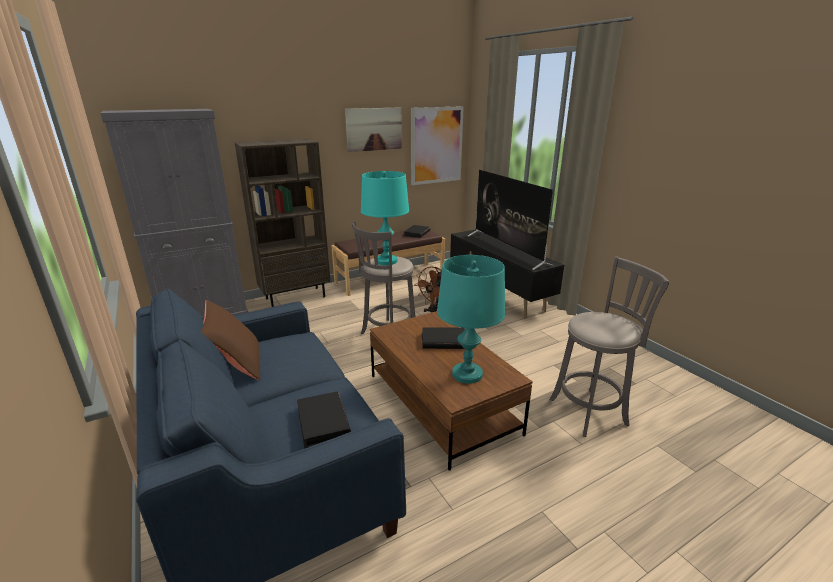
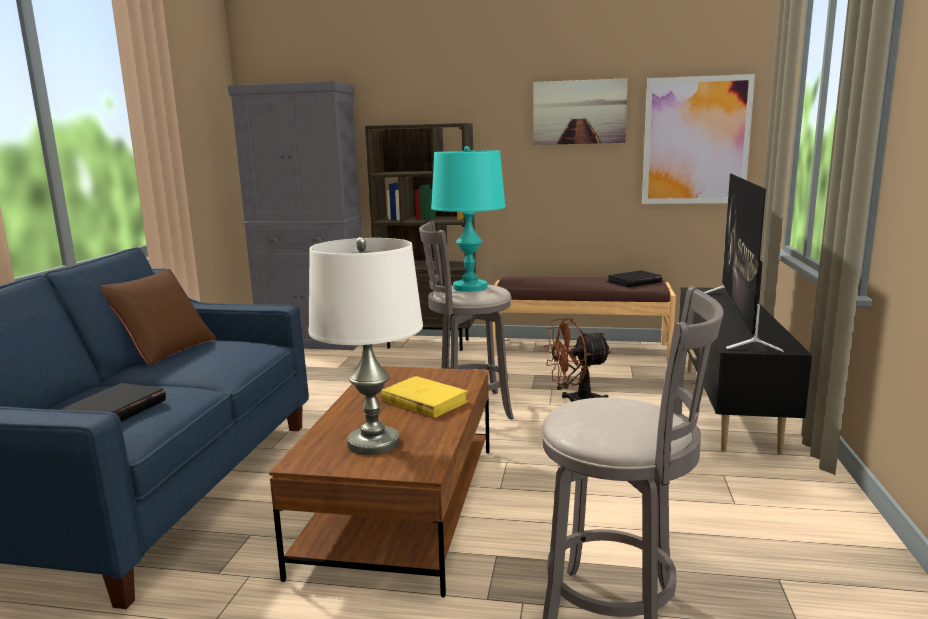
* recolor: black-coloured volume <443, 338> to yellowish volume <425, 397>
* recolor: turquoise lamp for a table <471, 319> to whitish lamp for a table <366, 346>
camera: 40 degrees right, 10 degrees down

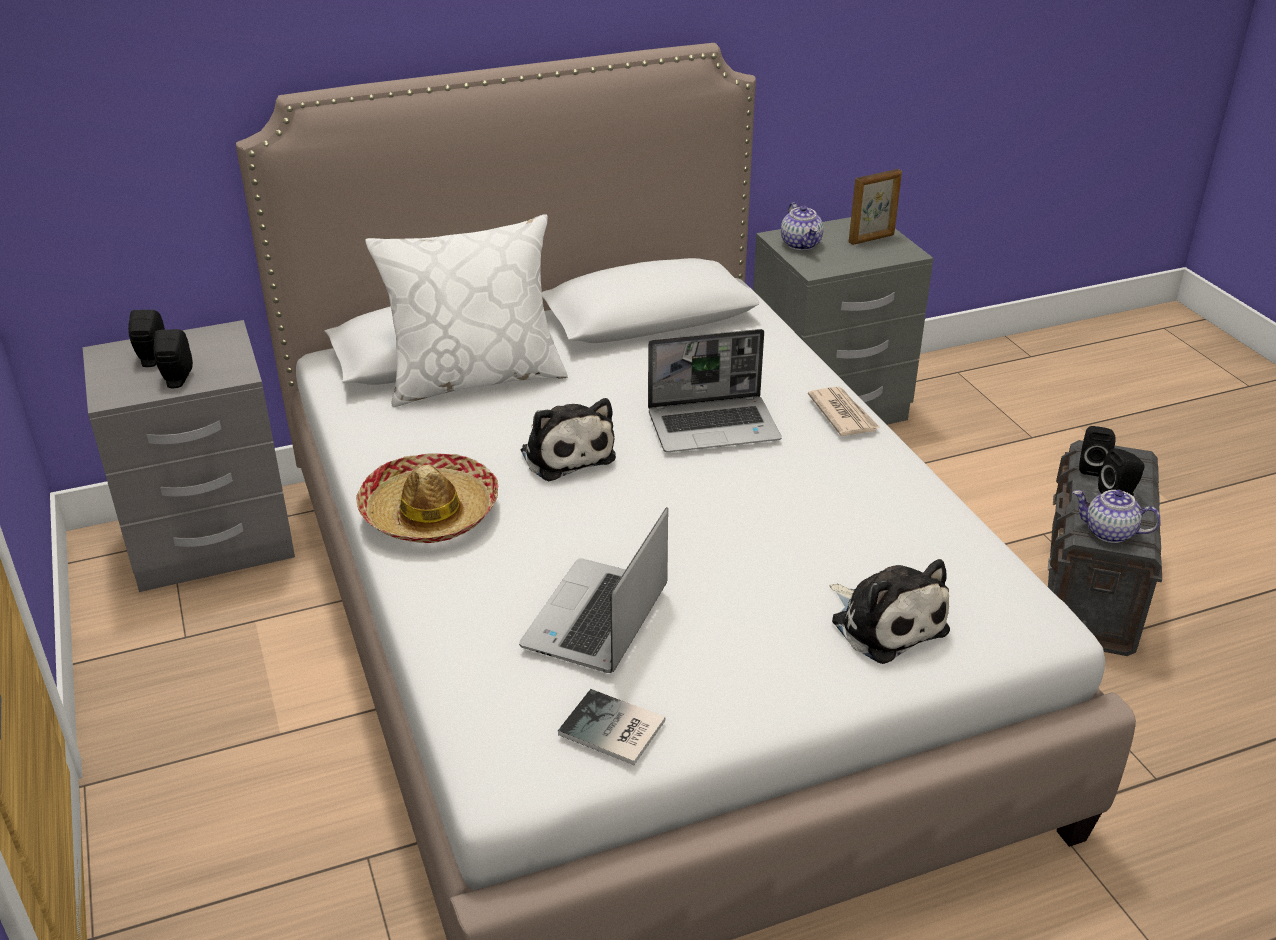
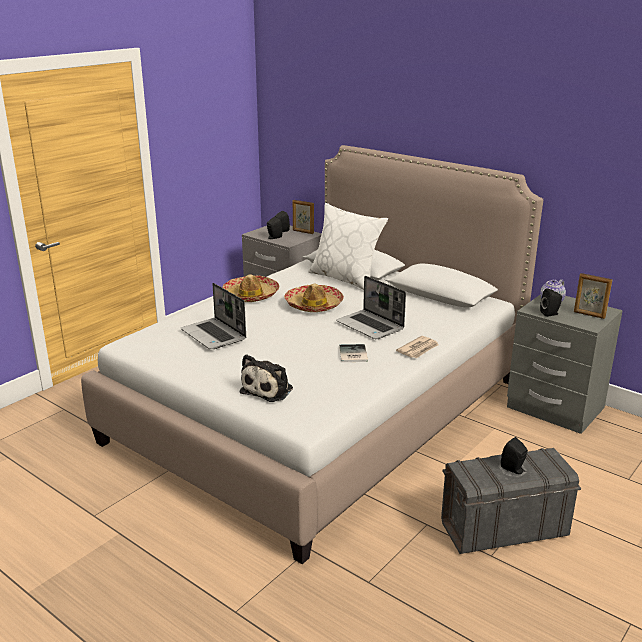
* delete: tea pot <1117, 516>
* insert: photo frame <303, 217>
* move: volume <611, 727> to <353, 353>
* move: black-coloured speaker <1097, 451> to <551, 302>
* replace: cuddly toy <568, 439> to clothing hat <314, 298>
* rotate: notebook computer <593, 590> = <213, 316> 120 degrees counterclockwise
camera: 60 degrees right, 10 degrees down

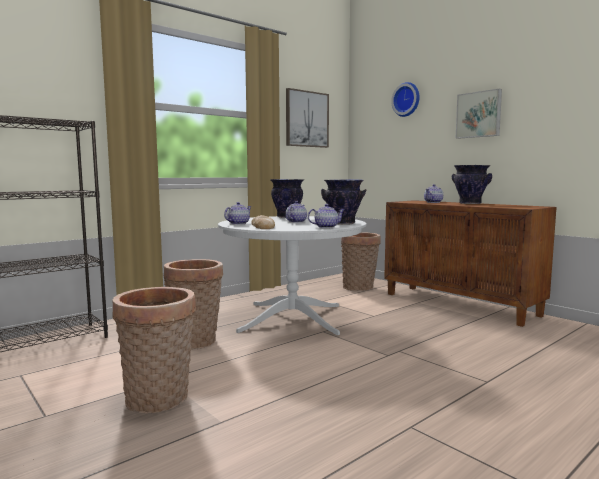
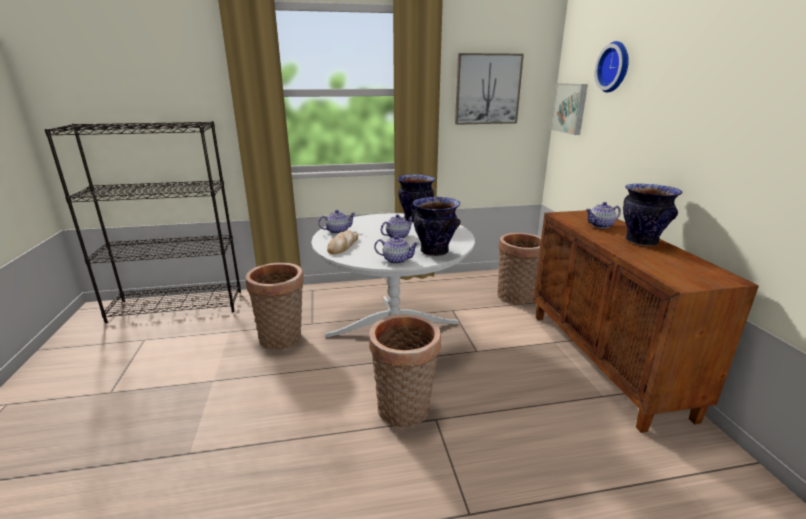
* move: storage basket <154, 350> to <405, 370>
* move: picture <479, 114> to <569, 109>
camera: 30 degrees right, 15 degrees up

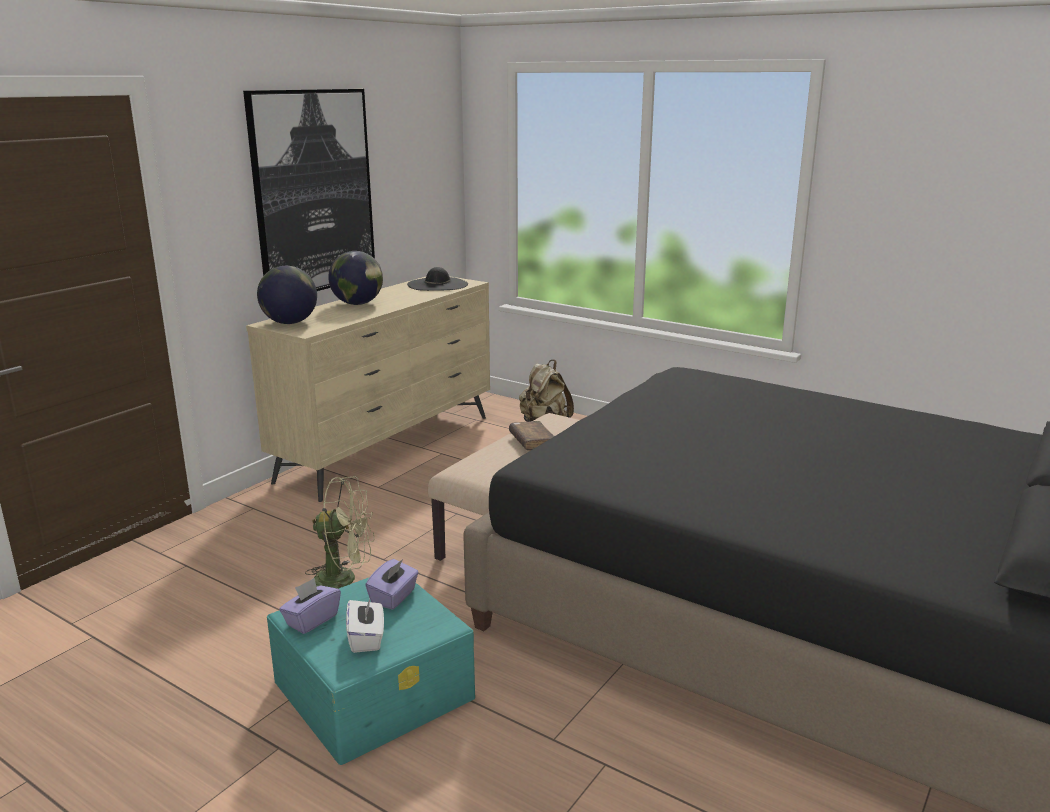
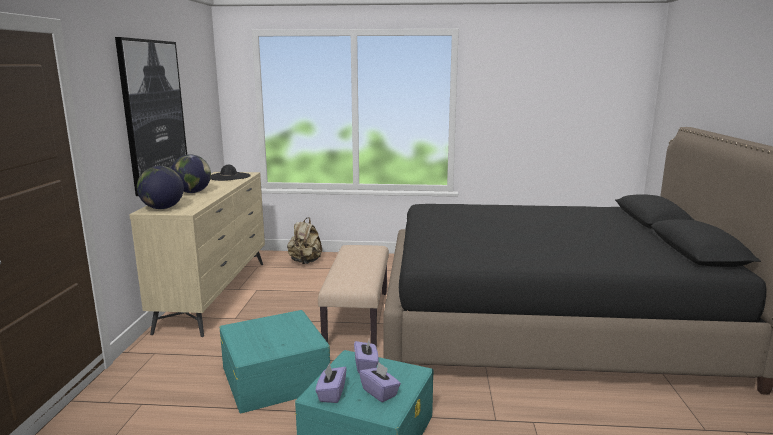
* delete: brownish volume <531, 436>
* replace: green-coloured electric fan <339, 533> to turquoise storage bin <275, 361>
* recolor: whitish box of tissues <365, 626> to purple box of tissues <380, 382>
camera: 30 degrees left, 5 degrees down

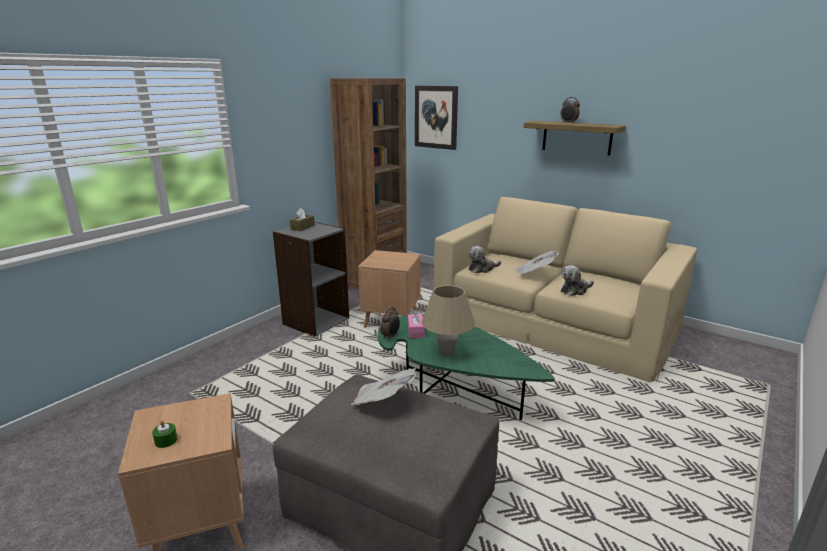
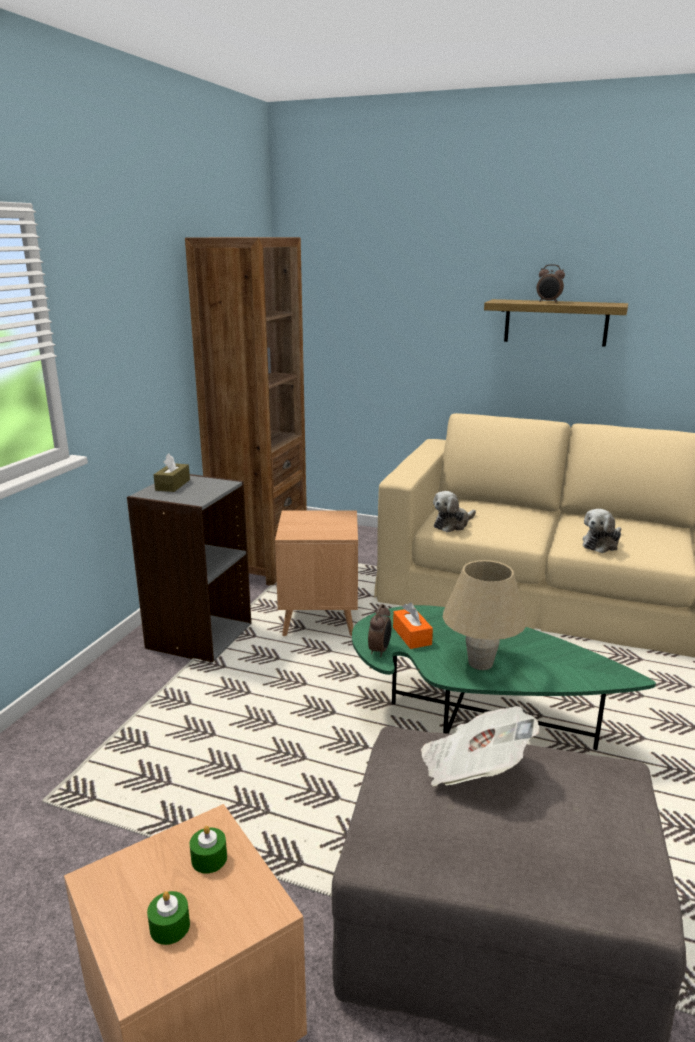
* delete: picture <436, 118>
* delete: newspaper <536, 263>
* insert: green-coloured candle <208, 850>
* recolor: pink box of tissues <416, 323> to orangey box of tissues <413, 625>
camera: 15 degrees left, 0 degrees up

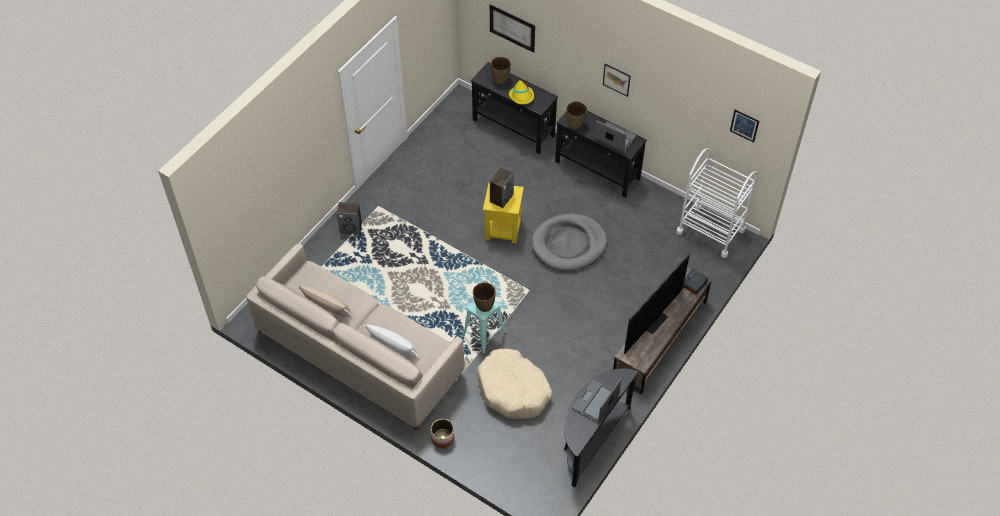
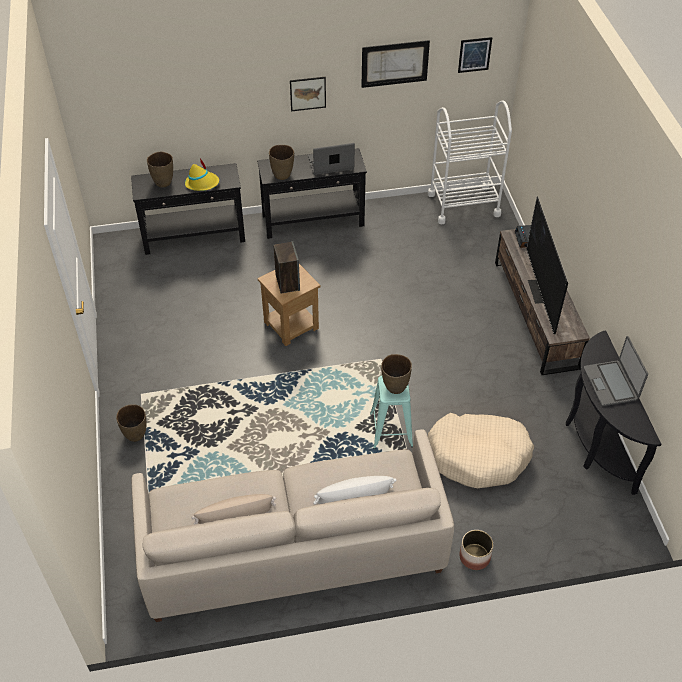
* delete: gray dog cushion <569, 242>
* move: picture <512, 28> to <395, 64>
* replace: speaker <349, 218> to brownish flower vase <131, 423>
* recolor: yellowish end table <503, 213> to brownish end table <289, 305>
camera: 45 degrees left, 5 degrees down

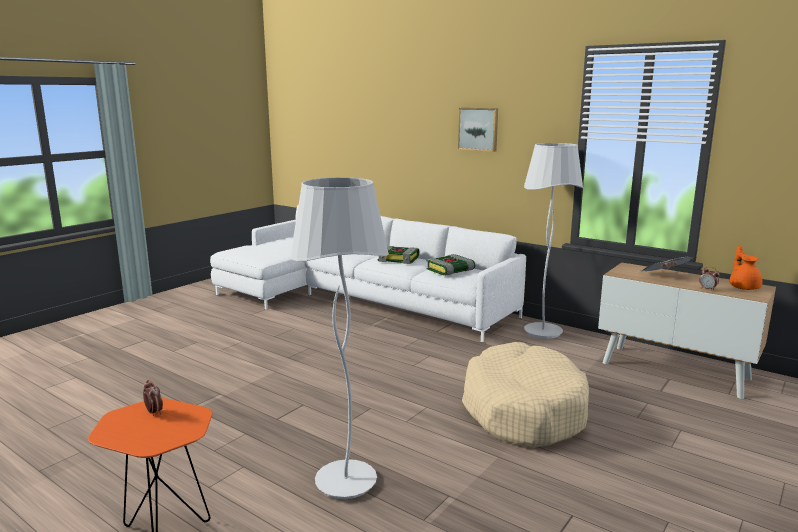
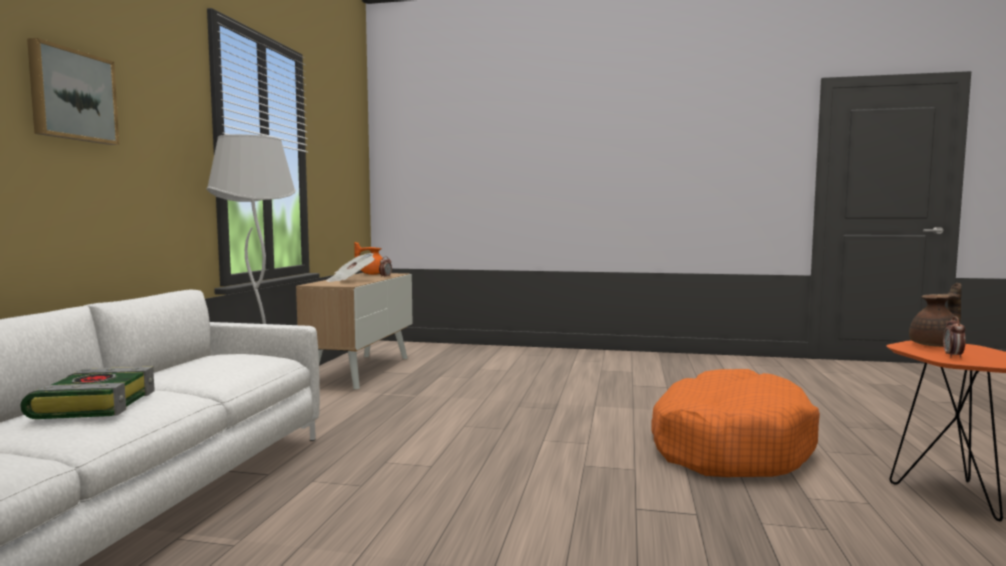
* delete: volume <450, 265>
* delete: beige-coloured dog cushion <525, 395>
* insert: brownish tea pot <935, 315>
* replace: whitish standard lamp <340, 338> to orangey dog cushion <735, 423>
camera: 115 degrees left, 10 degrees down

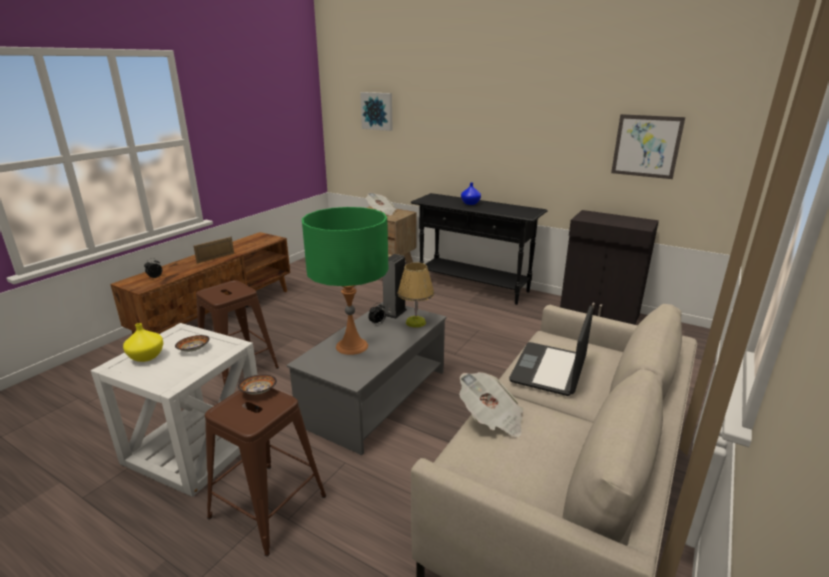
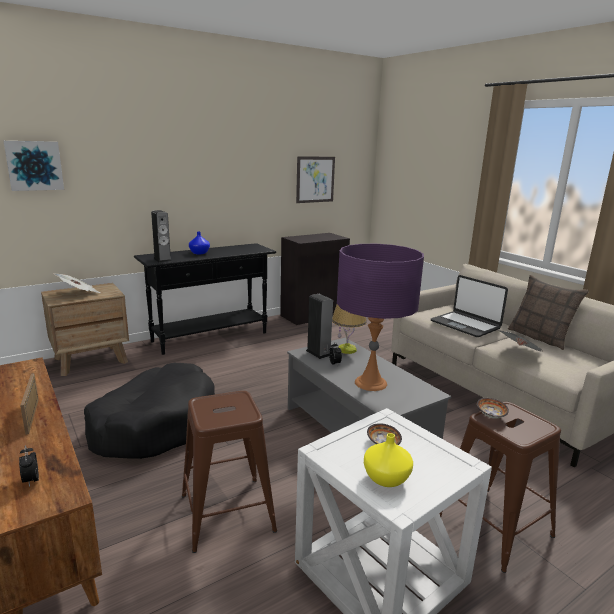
* insert: black-coloured dog cushion <149, 411>
* insert: speaker <161, 236>
* insert: pillow <548, 312>
* recolor: green-coloured lamp for a table <345, 281> to purple lamp for a table <380, 317>
camera: 65 degrees left, 5 degrees down

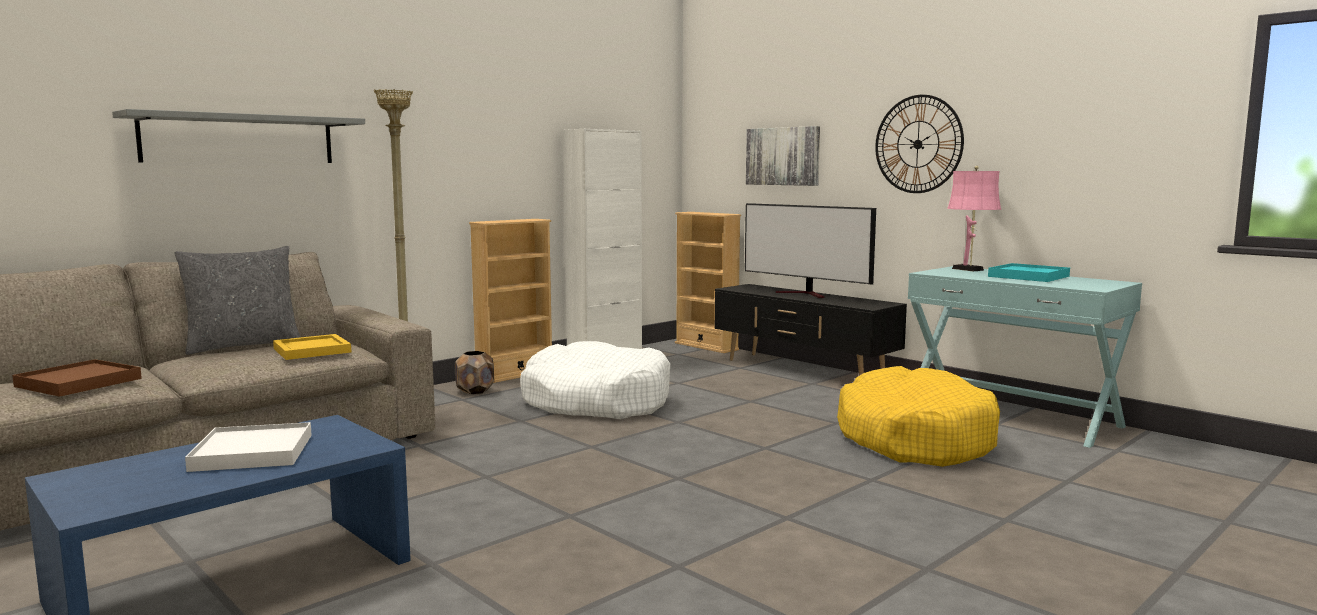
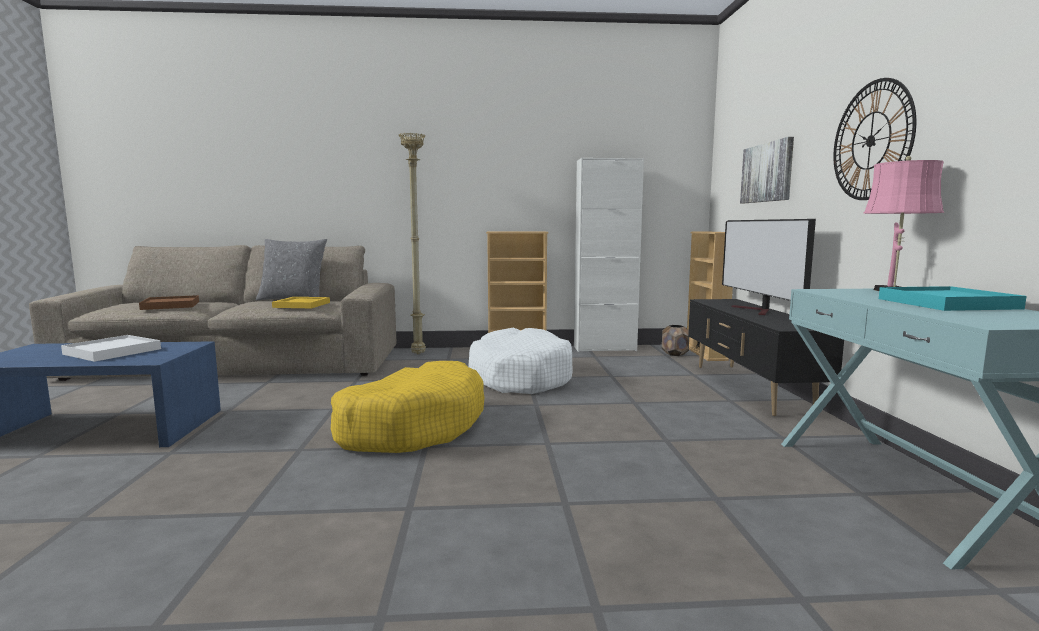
* delete: gray bracket shelf <238, 136>
* move: brownish flower pot <474, 372> to <675, 340>
* move: yellowish dog cushion <918, 416> to <407, 407>
camera: 40 degrees right, 0 degrees up

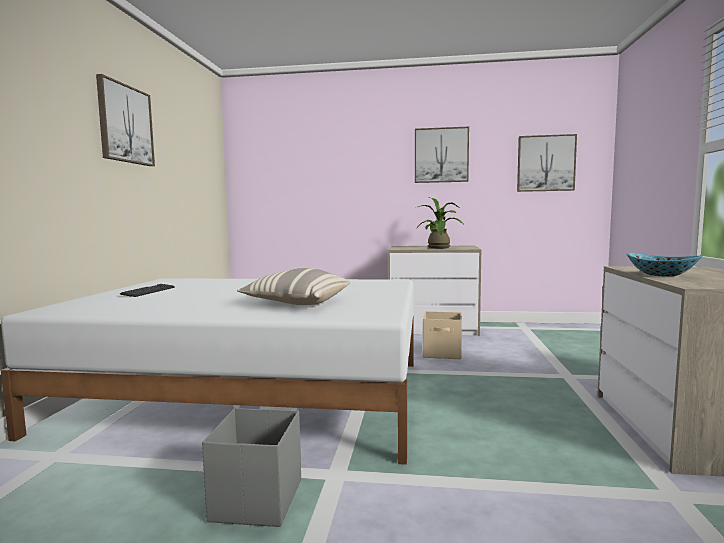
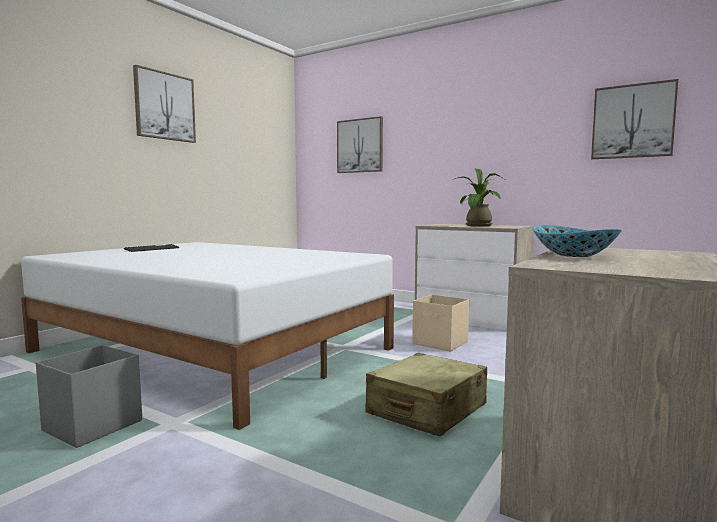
* delete: pillow <293, 286>
* insert: beige-coloured suitcase <426, 395>
* move: picture <442, 155> to <360, 144>
camera: 25 degrees right, 0 degrees up

